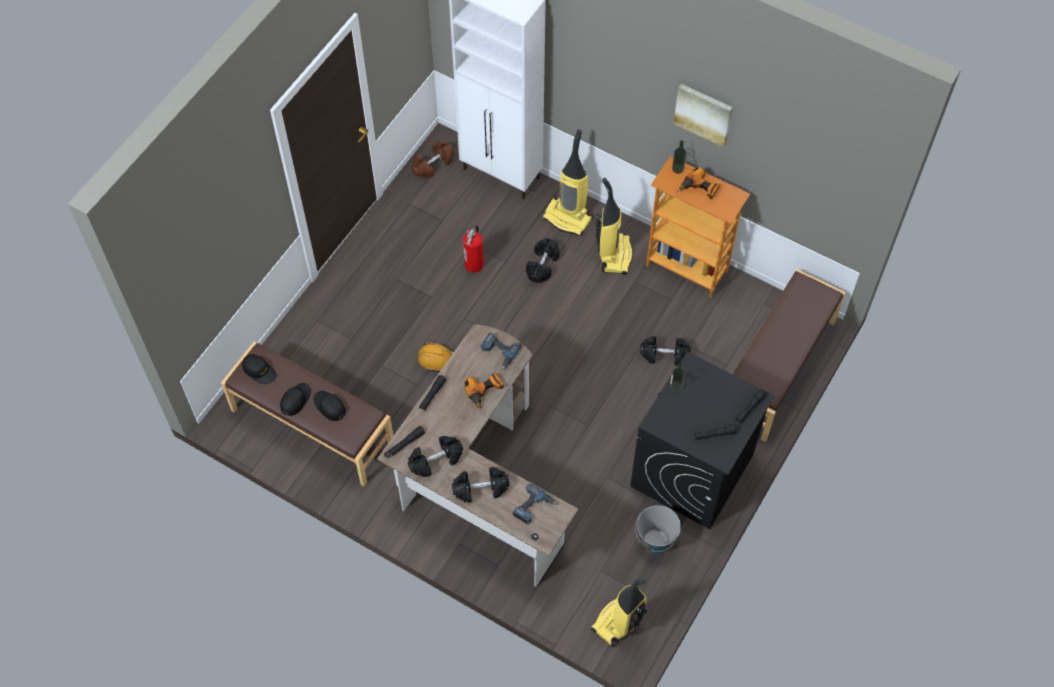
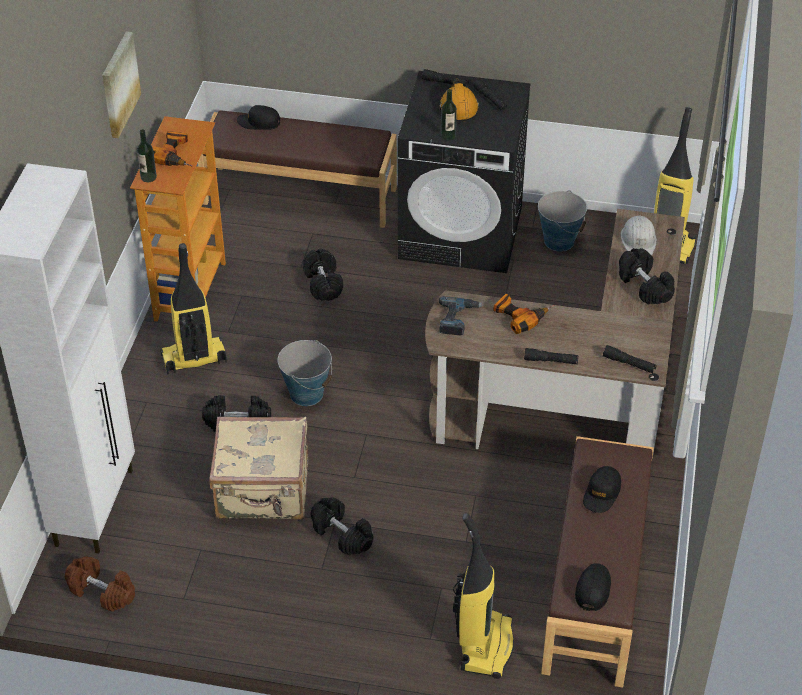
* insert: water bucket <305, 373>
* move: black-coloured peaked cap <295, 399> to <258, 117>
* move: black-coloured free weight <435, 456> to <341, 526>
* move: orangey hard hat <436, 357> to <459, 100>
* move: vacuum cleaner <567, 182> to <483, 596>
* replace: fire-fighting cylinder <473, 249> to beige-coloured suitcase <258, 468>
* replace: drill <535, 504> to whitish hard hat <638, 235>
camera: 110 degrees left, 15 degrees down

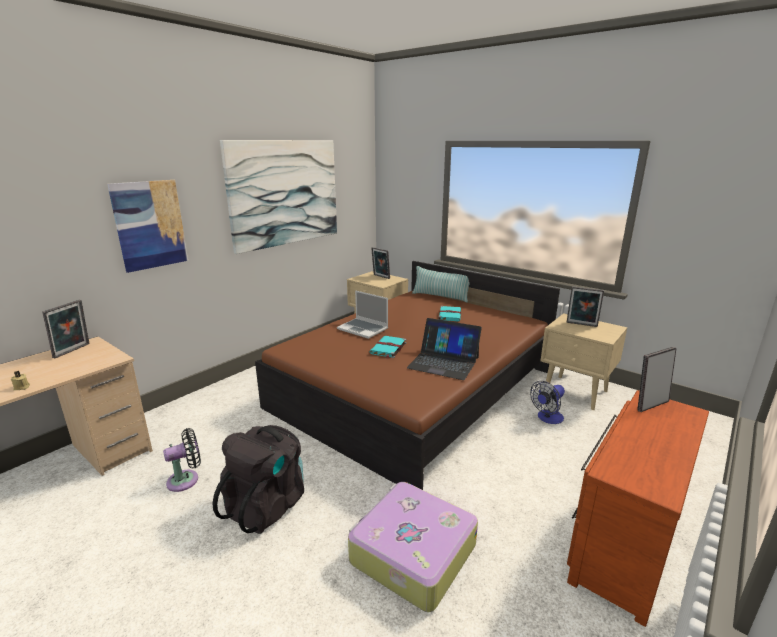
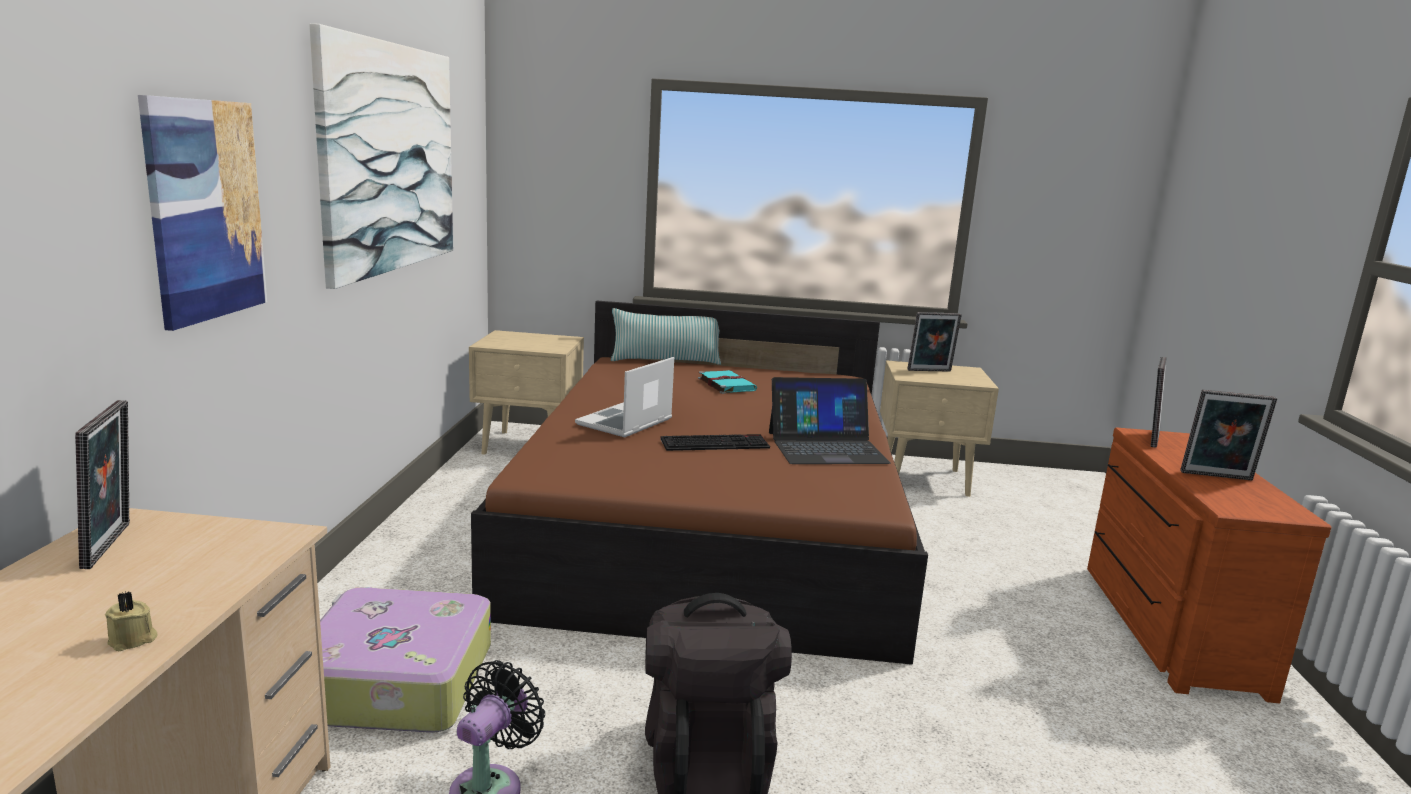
* delete: electric fan <547, 402>
* move: suitcase <413, 547> to <405, 660>
* move: photo frame <380, 263> to <1228, 435>
* replace: turquoise volume <388, 347> to keyboard <715, 442>
* rotate: notebook computer <362, 314> = <624, 397> 120 degrees clockwise
camera: 35 degrees left, 5 degrees down

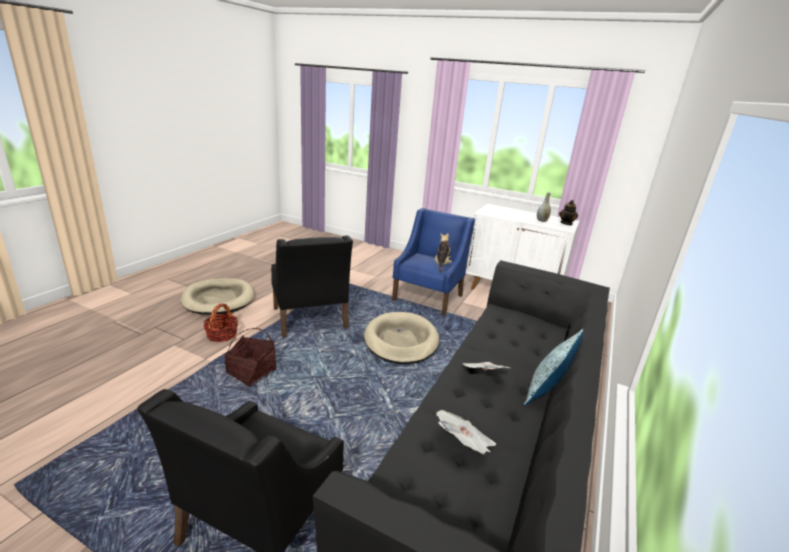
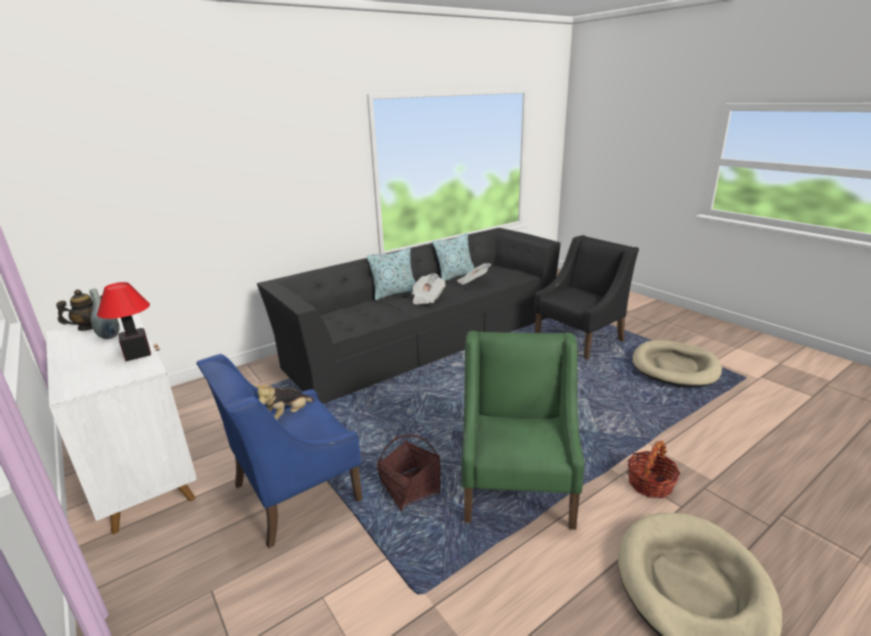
* insert: lamp for a table <124, 321>
* insert: pillow <453, 257>
* move: storage basket <250, 358> to <409, 472>
* move: beige-coloured dog cushion <401, 338> to <677, 364>
* recolor: black-coloured armchair <312, 286> to green-coloured armchair <523, 430>
camera: 150 degrees left, 0 degrees up

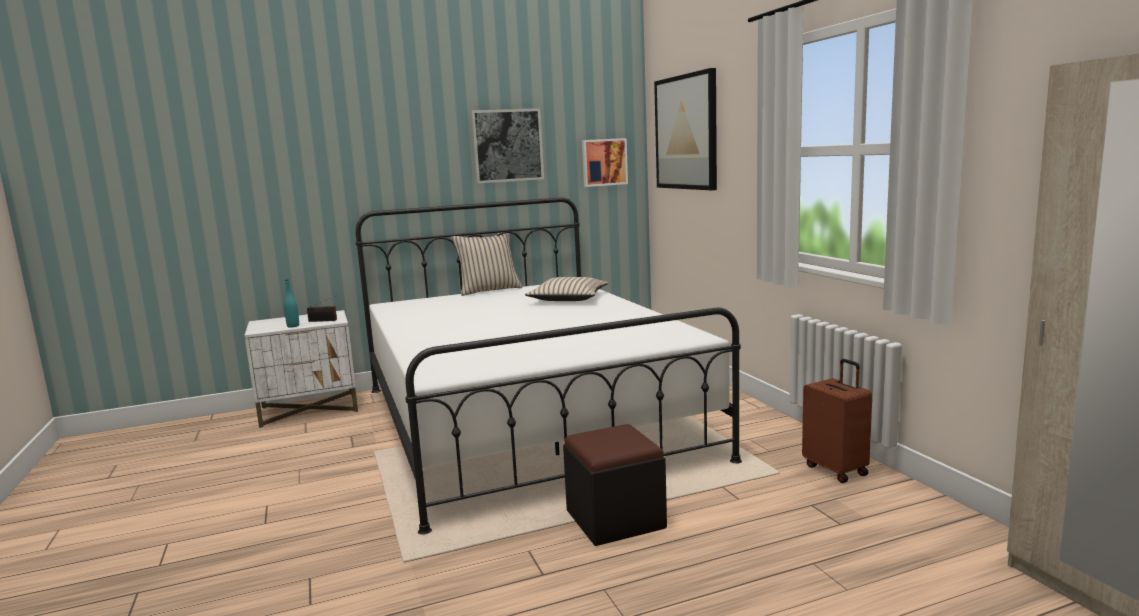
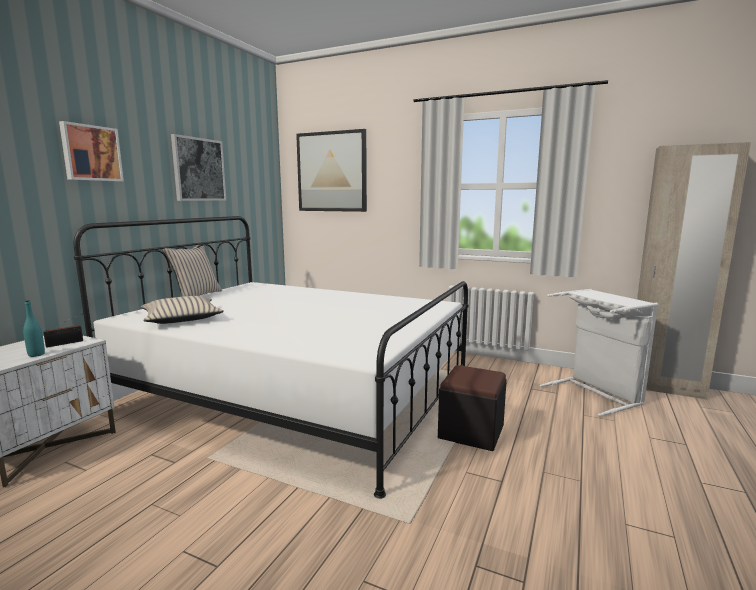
* delete: brownish suitcase <837, 421>
* insert: whitish washing basket <599, 352>
* move: beige-coloured pillow <566, 289> to <182, 310>
* move: picture <605, 162> to <91, 151>
camera: 45 degrees left, 0 degrees up

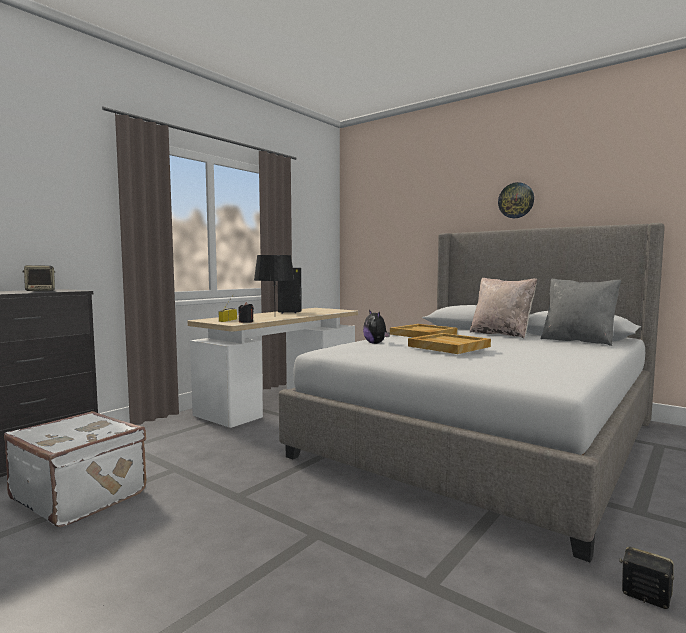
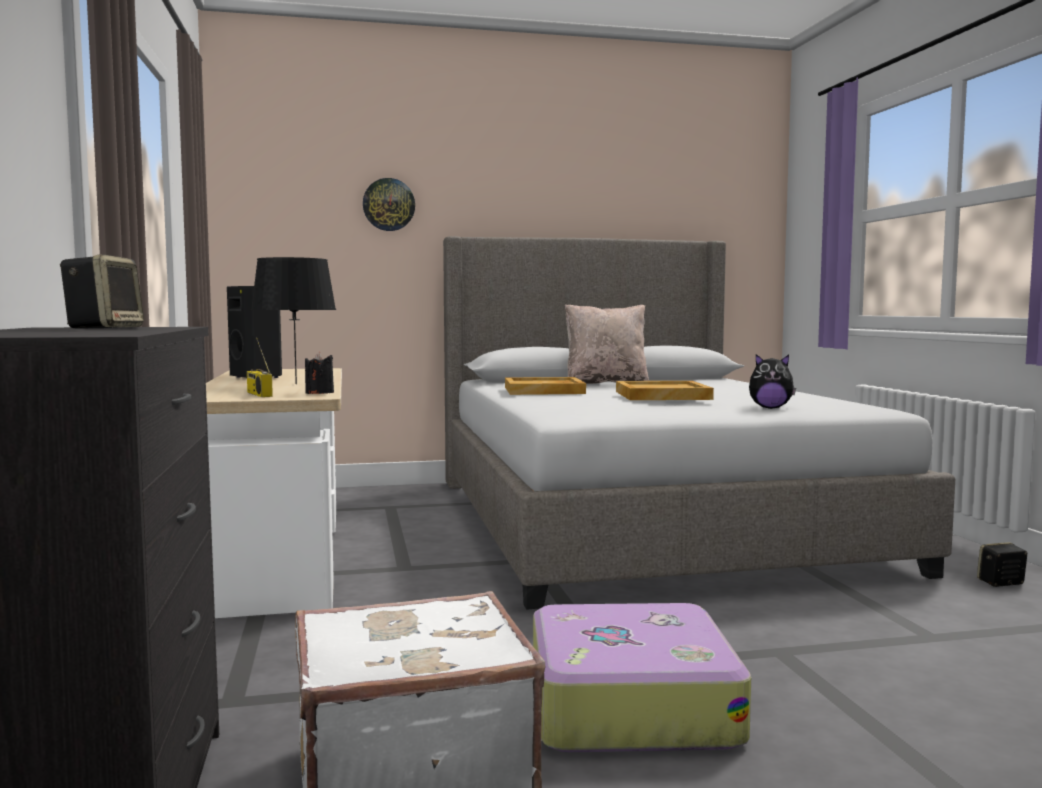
* delete: gray pillow <581, 312>
* insert: suitcase <642, 677>
* move: cuddly toy <376, 327> to <772, 381>
* move: wall clock <516, 200> to <389, 204>
camera: 50 degrees left, 0 degrees up

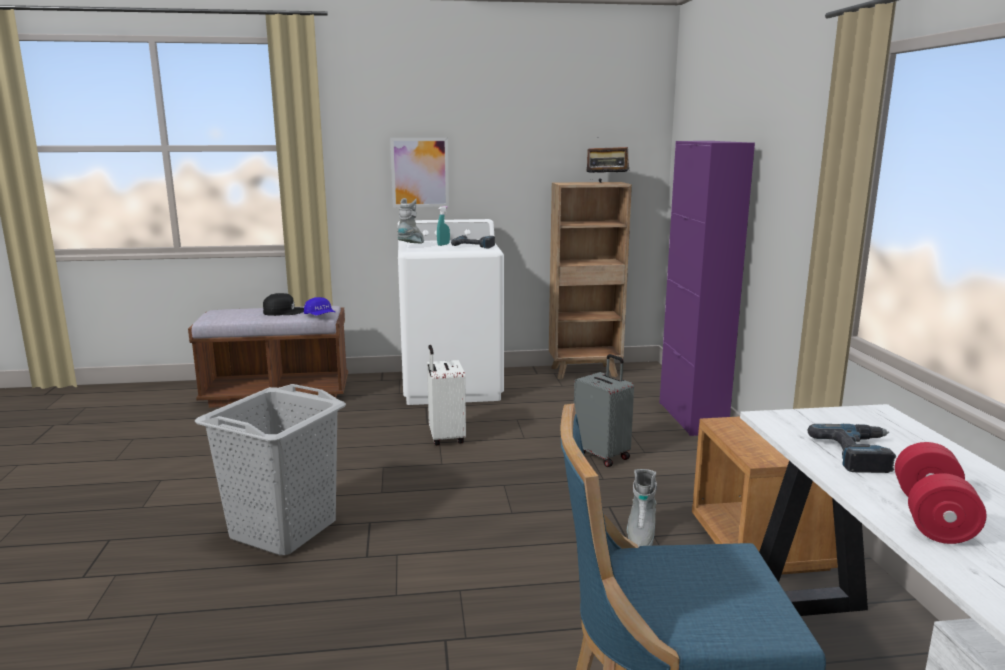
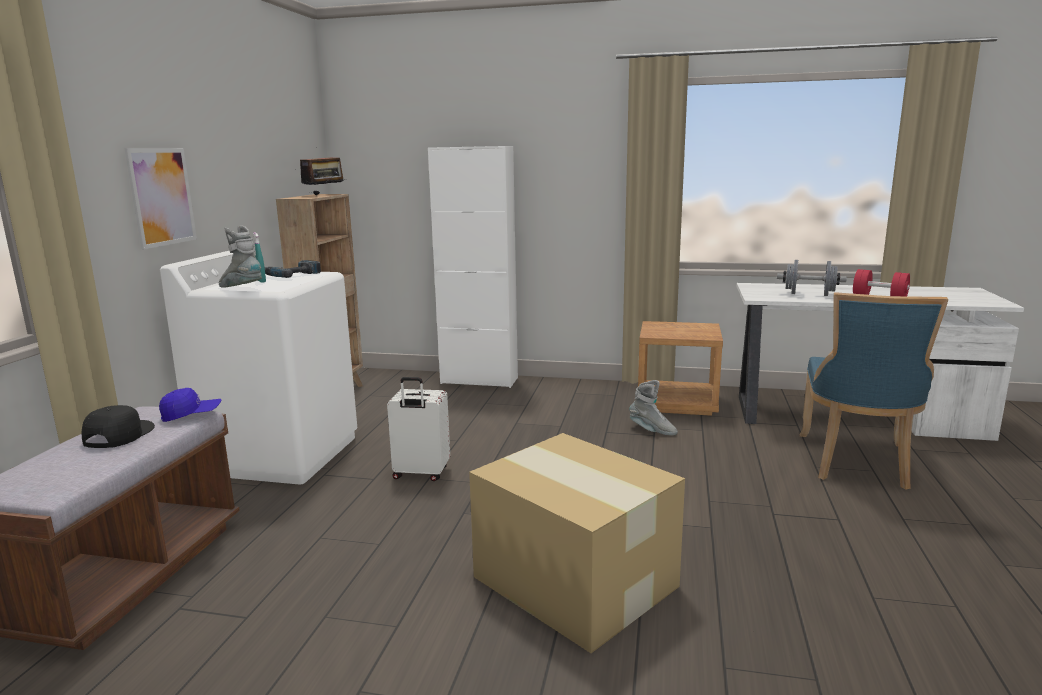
* delete: gray suitcase <604, 410>
* replace: gray washing basket <270, 469> to carton <577, 543>
* replace: drill <852, 448> to gray free weight <812, 278>
* recolor: purple storage cabinet <707, 288> to whitish storage cabinet <473, 267>
camera: 70 degrees left, 0 degrees up

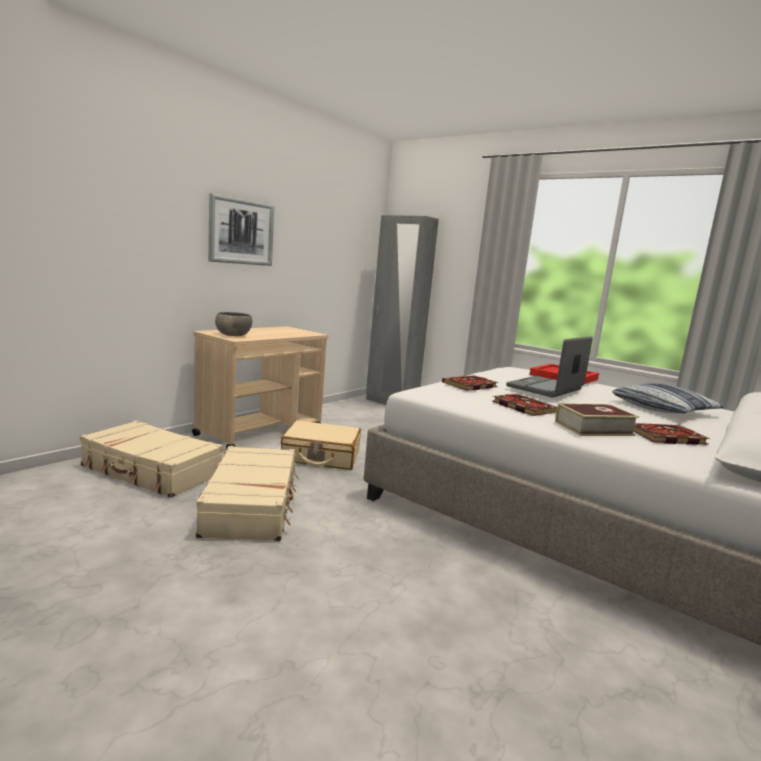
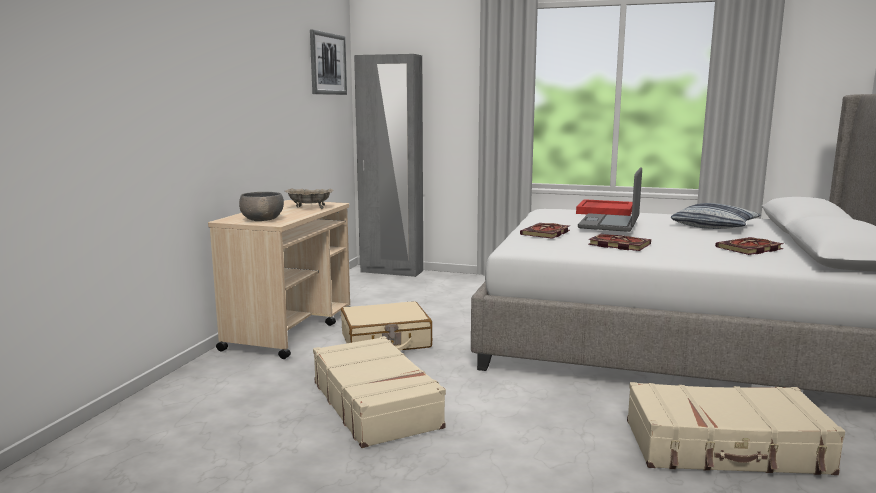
* delete: volume <597, 420>
* insert: beige-coloured serving bowl <309, 198>
* move: beige-coloured suitcase <151, 459> to <736, 428>
* move: picture <241, 229> to <328, 62>
camera: 20 degrees left, 0 degrees up

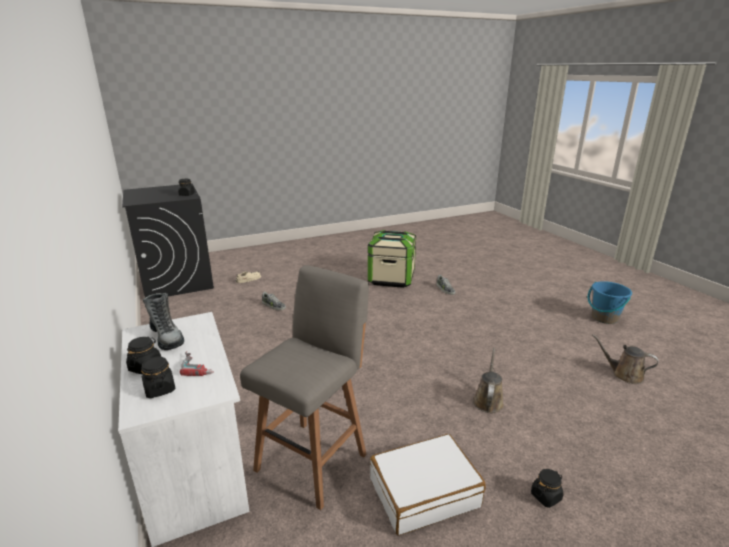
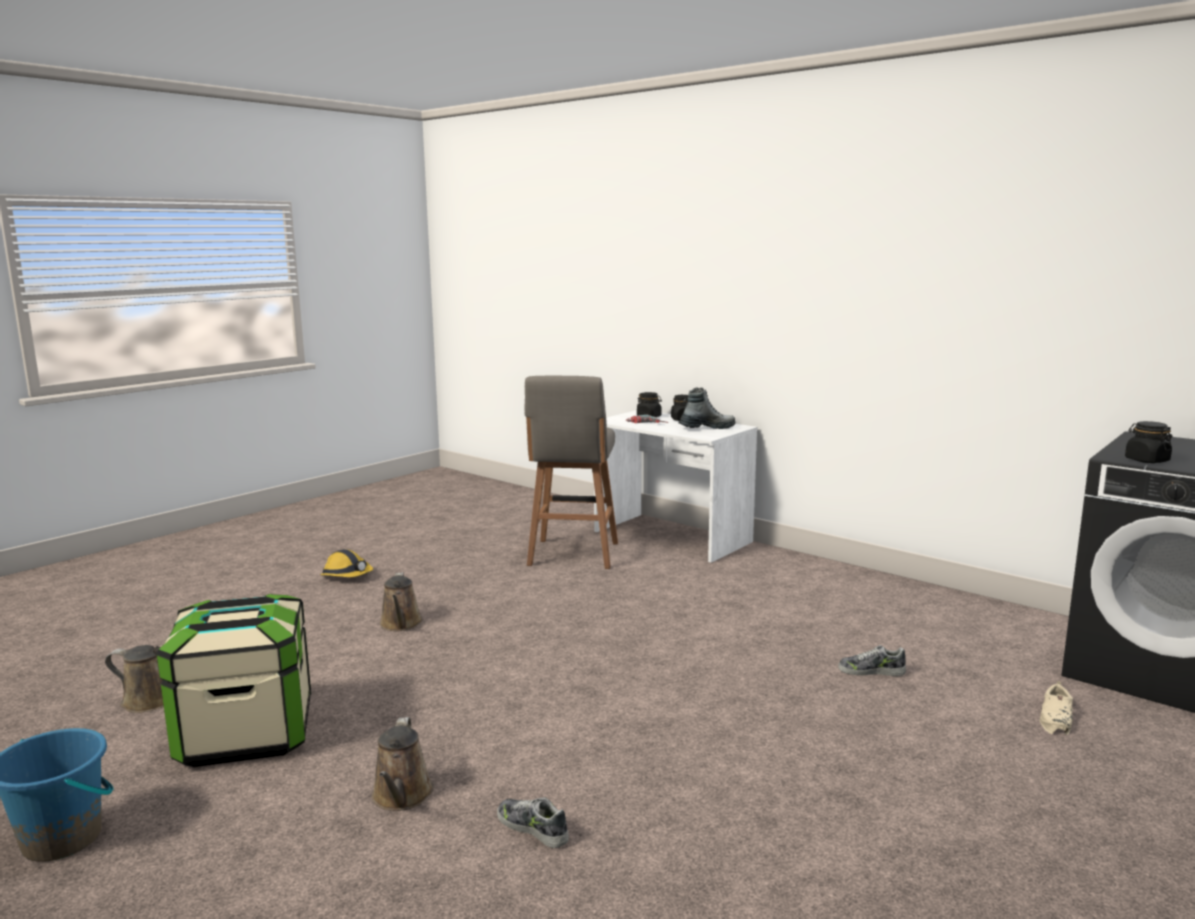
* delete: whitish suitcase <428, 485>
* insert: brownish sprinkling can <403, 764>
* move: storage bin <392, 259> to <234, 680>
* replace: black-coloured preserve jar <547, 488> to hard hat <346, 563>
* rotate: high-top boot <163, 321> = <707, 408> 135 degrees clockwise
camera: 155 degrees right, 10 degrees down

